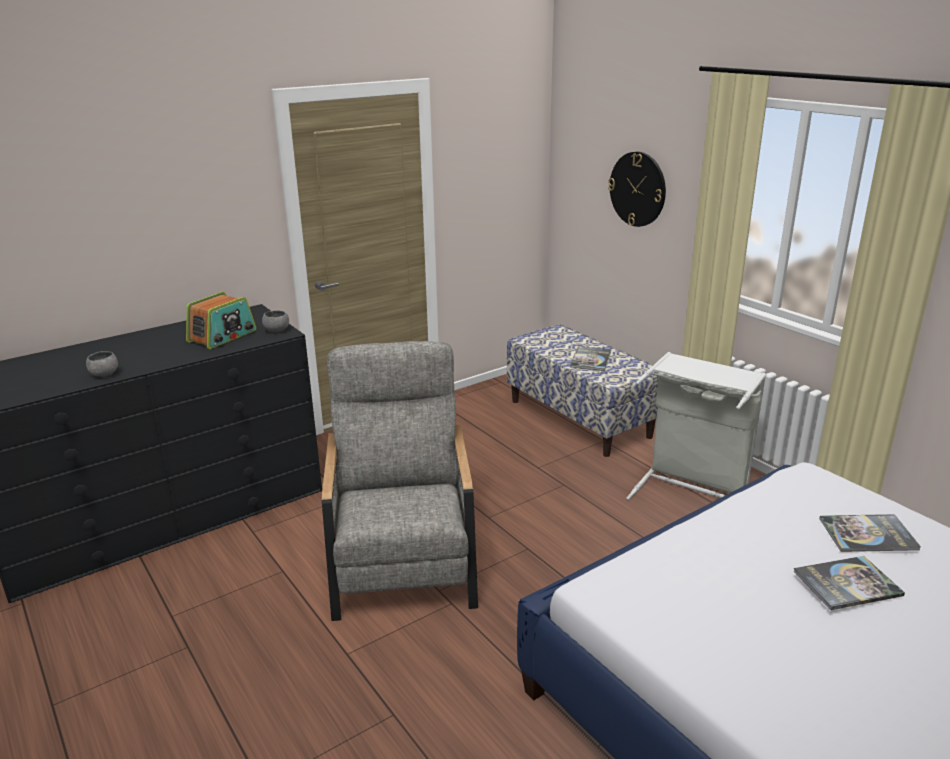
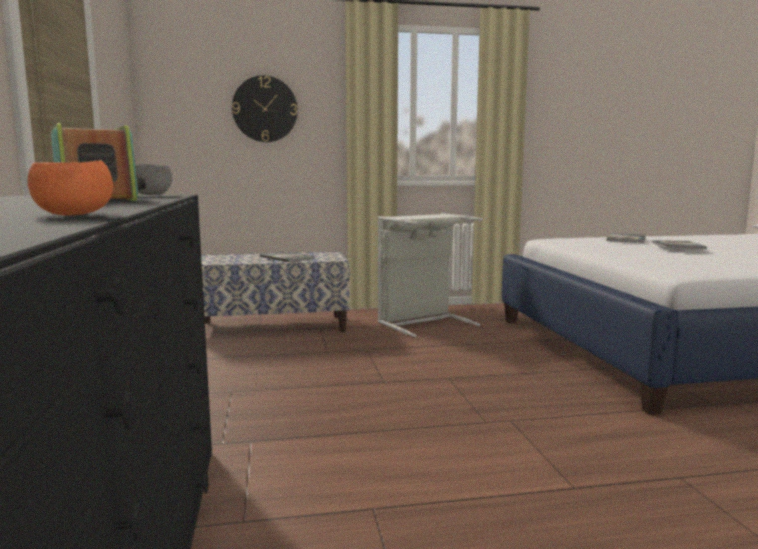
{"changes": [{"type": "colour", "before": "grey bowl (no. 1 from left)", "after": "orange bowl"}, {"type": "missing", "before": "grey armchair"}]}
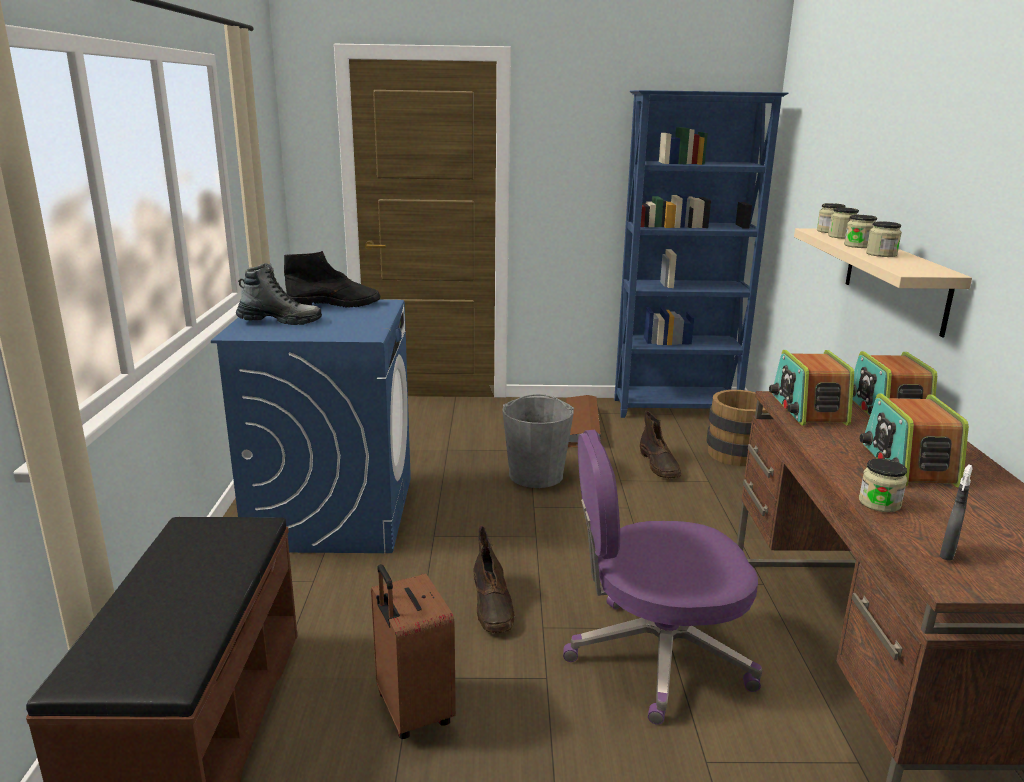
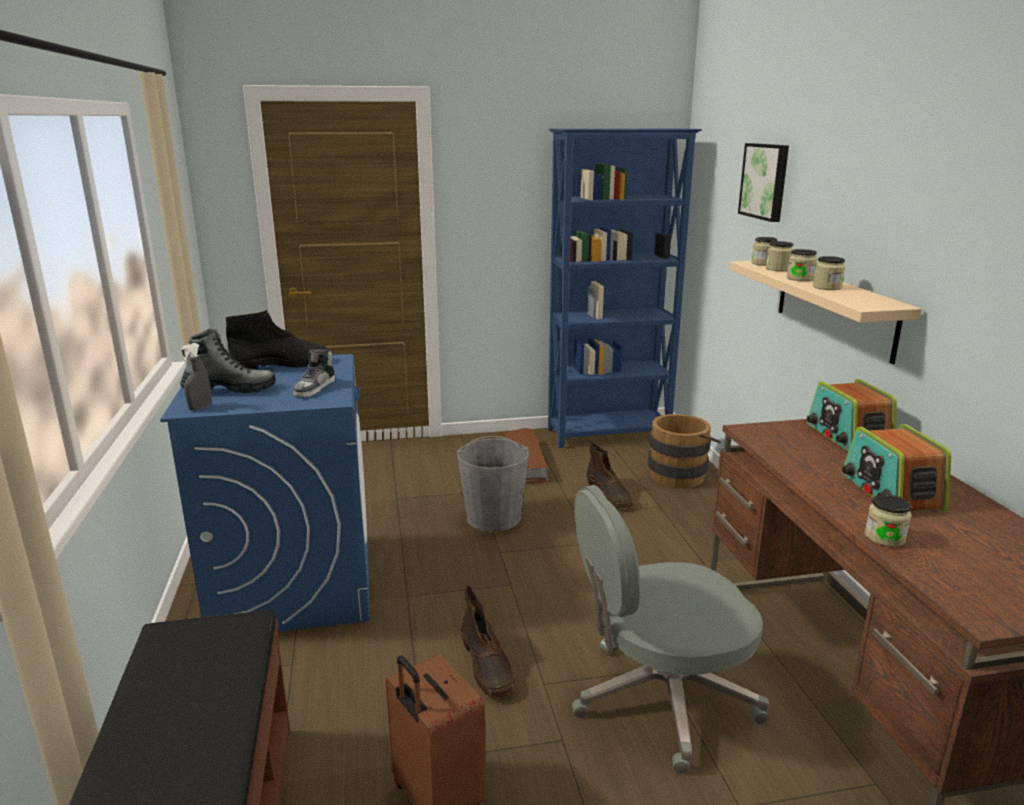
{"changes": [{"type": "colour", "before": "purple office chair", "after": "grey office chair"}, {"type": "missing", "before": "radio (no. 1 from left)"}, {"type": "relocated", "before": "grey spray bottle"}, {"type": "appeared", "after": "shoe"}, {"type": "appeared", "after": "picture"}]}
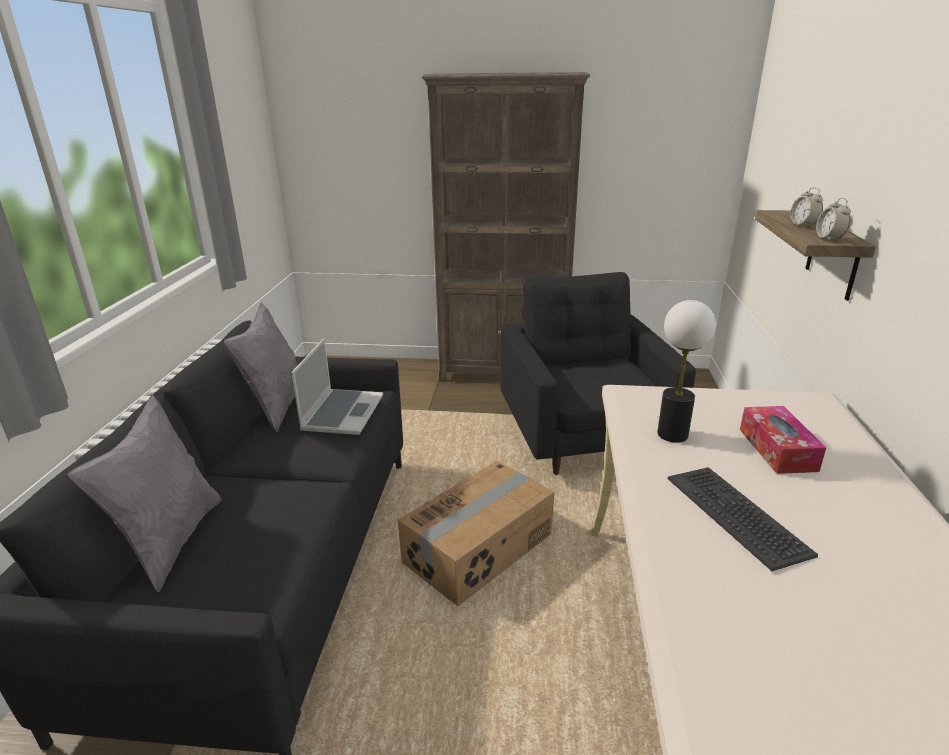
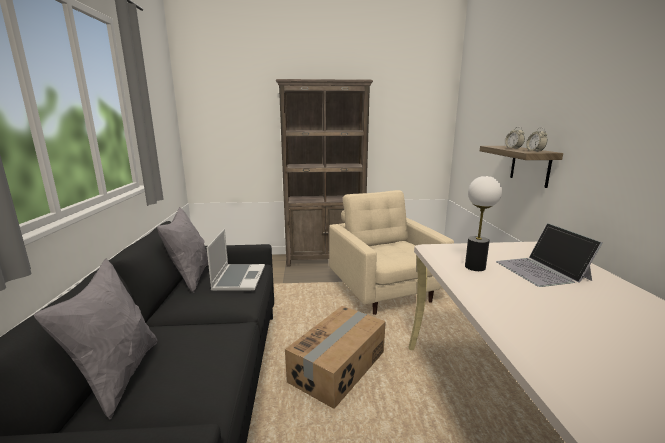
{"changes": [{"type": "colour", "before": "black armchair", "after": "beige armchair"}, {"type": "missing", "before": "keyboard"}, {"type": "exchanged", "before": "tissue box", "after": "laptop (no. 2 from left)"}]}
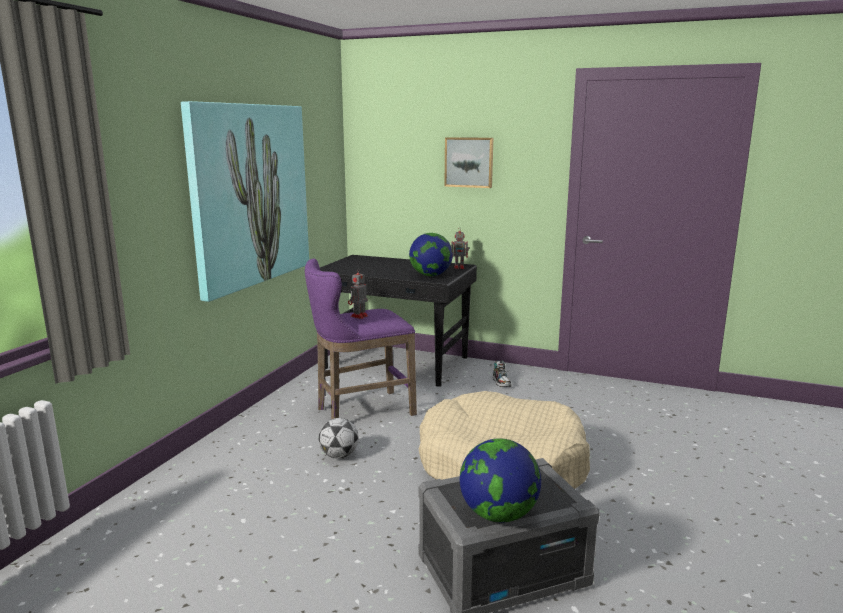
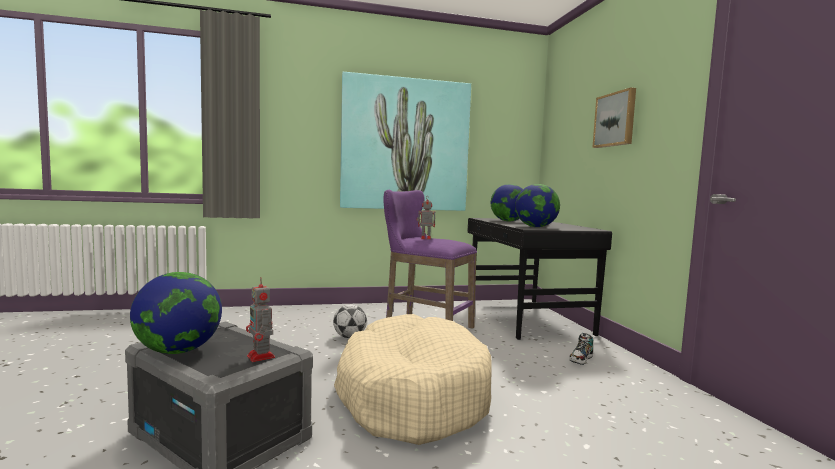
{"changes": [{"type": "relocated", "before": "toy robot (no. 2 from left in the first image)", "after": "toy robot (no. 1 from left)"}, {"type": "appeared", "after": "globe (no. 2 from left)"}]}
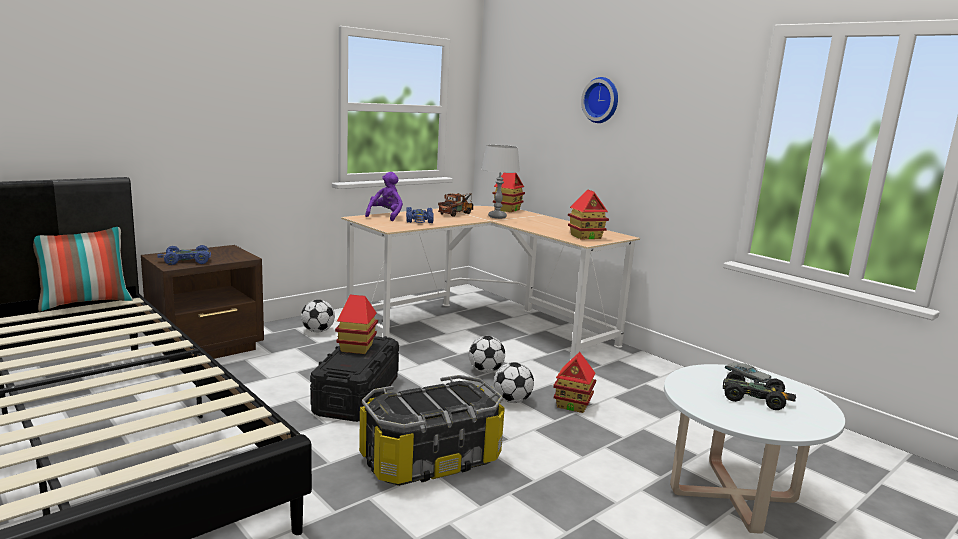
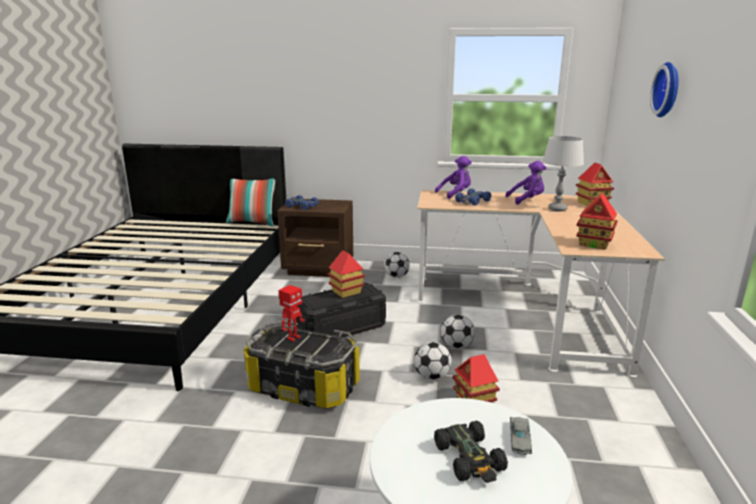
{"changes": [{"type": "exchanged", "before": "toy truck", "after": "purple plush toy (no. 2 from left)"}, {"type": "appeared", "after": "toy robot"}]}
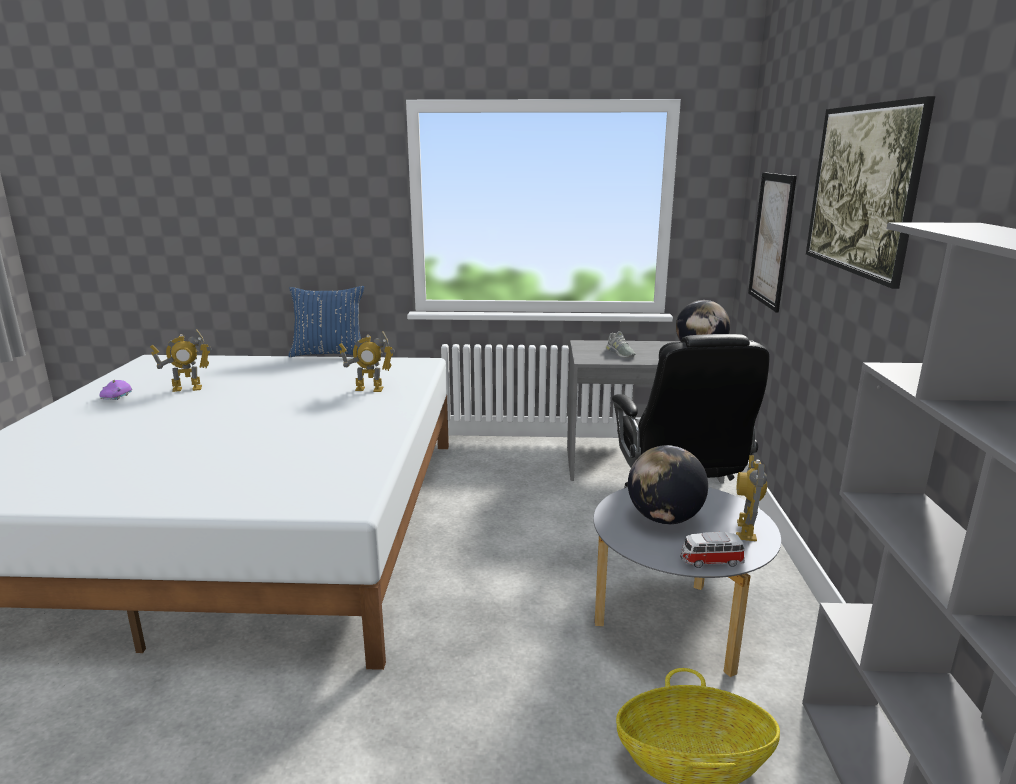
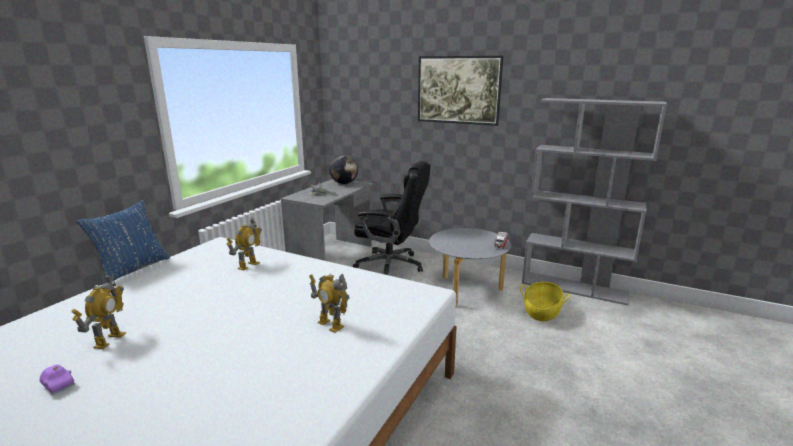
{"changes": [{"type": "missing", "before": "globe (no. 1 from left)"}, {"type": "relocated", "before": "toy robot (no. 3 from left)"}, {"type": "missing", "before": "picture (no. 1 from left)"}]}
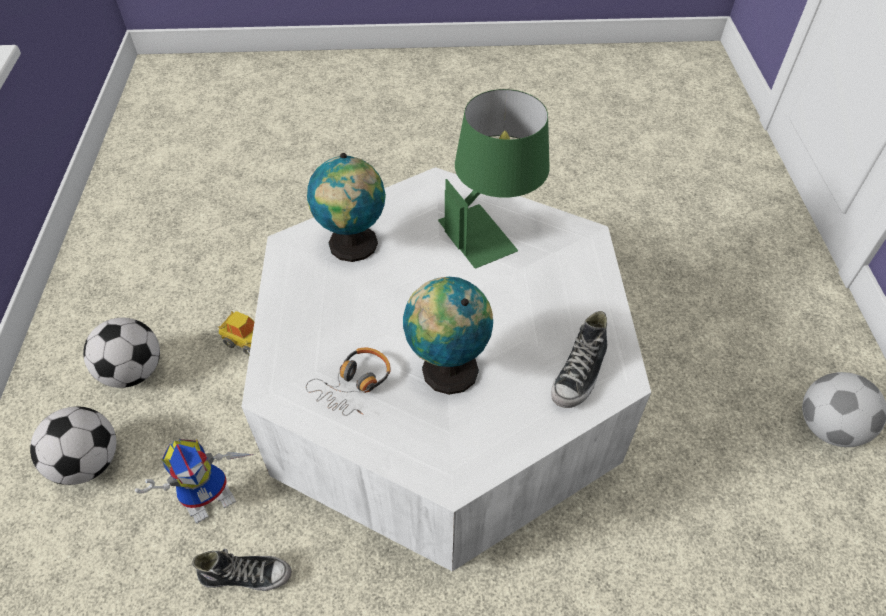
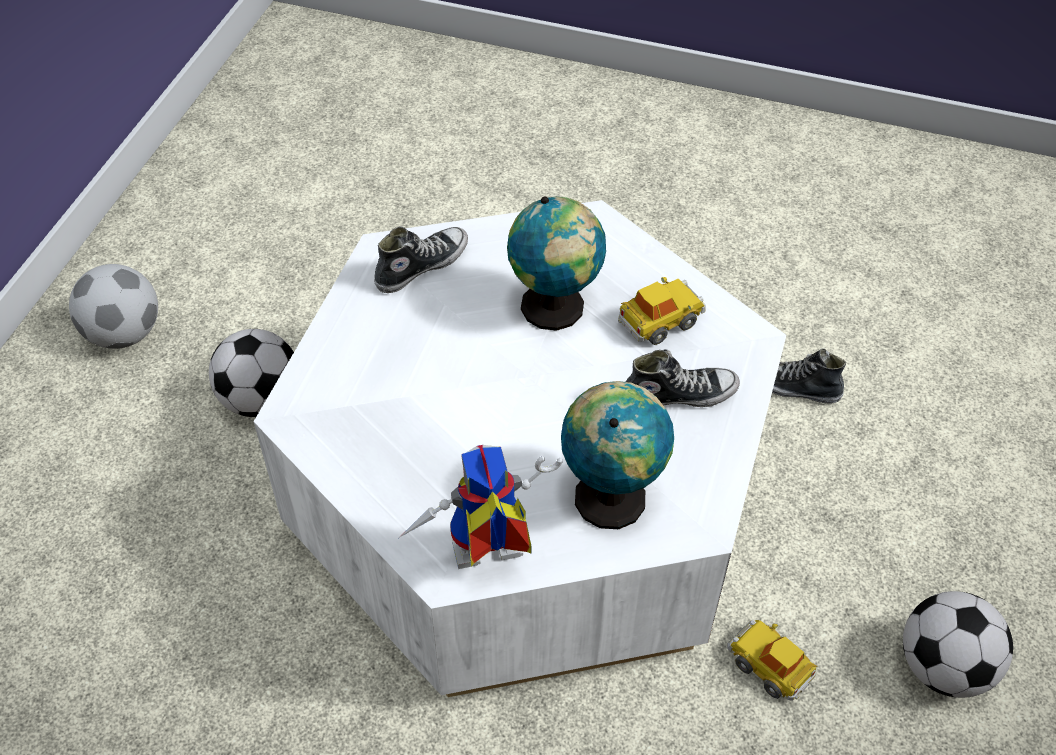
{"changes": [{"type": "relocated", "before": "football (no. 1 from left in the first image)", "after": "football (no. 2 from left)"}, {"type": "relocated", "before": "toy robot"}, {"type": "exchanged", "before": "headphones", "after": "toy car (no. 1 from left)"}, {"type": "missing", "before": "green table lamp"}, {"type": "appeared", "after": "shoe (no. 2 from left)"}]}
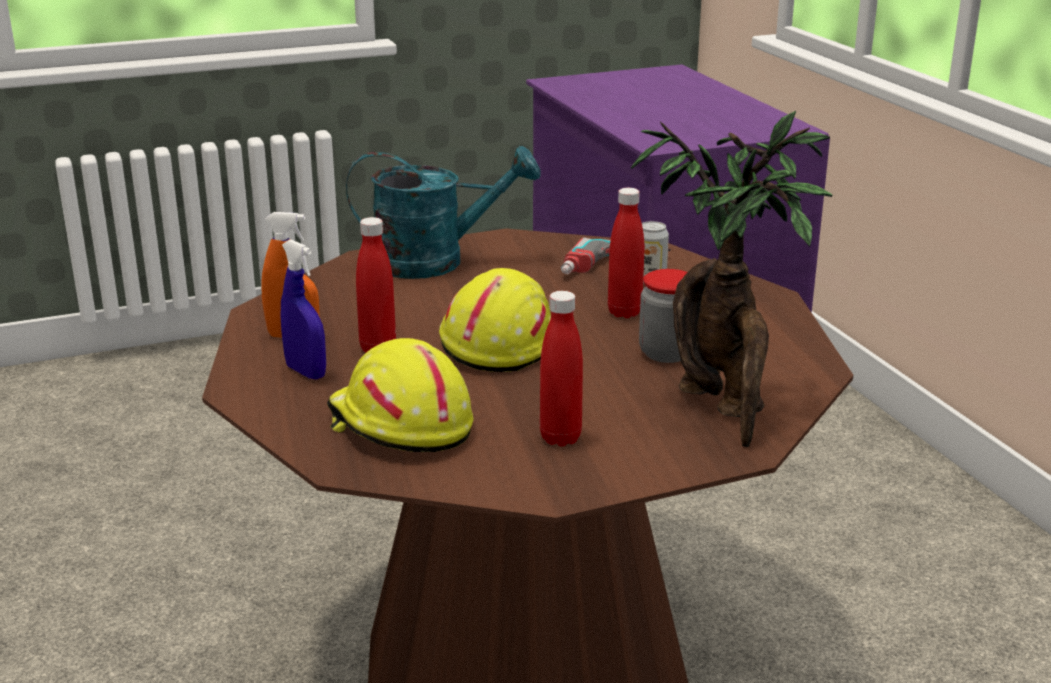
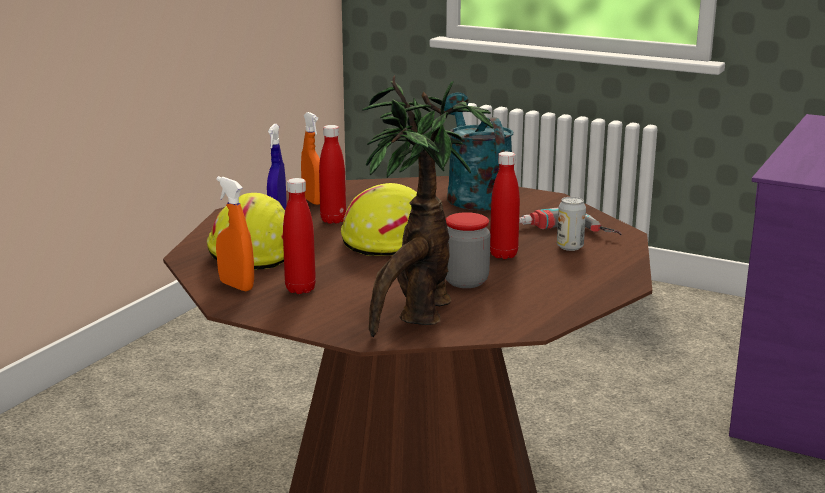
{"changes": [{"type": "spun", "before": "turquoise watering can", "turn": -150}, {"type": "appeared", "after": "orange spray bottle (no. 1 from left)"}]}
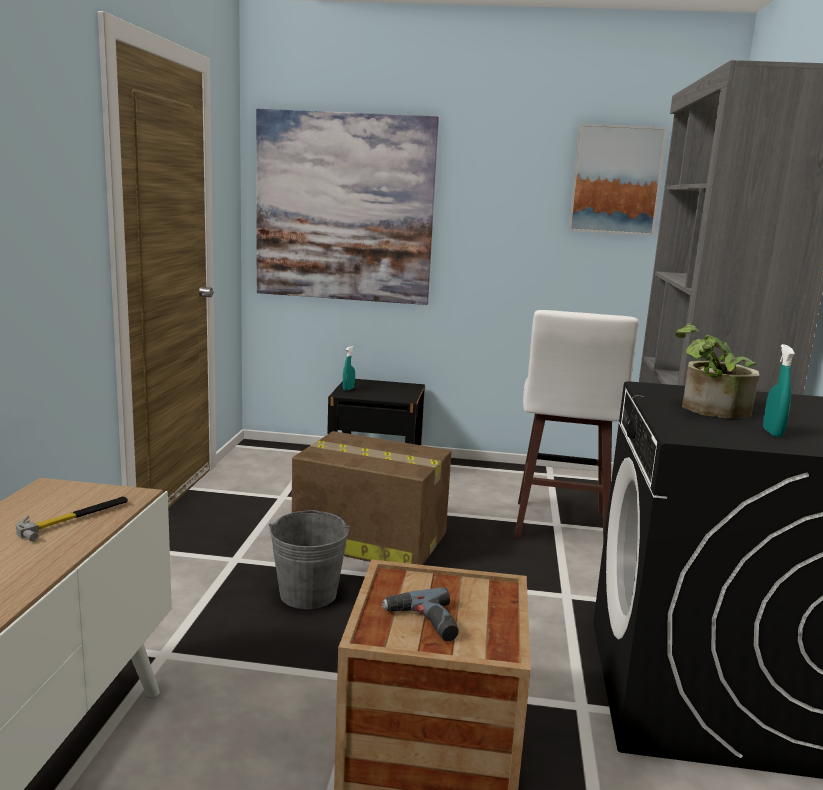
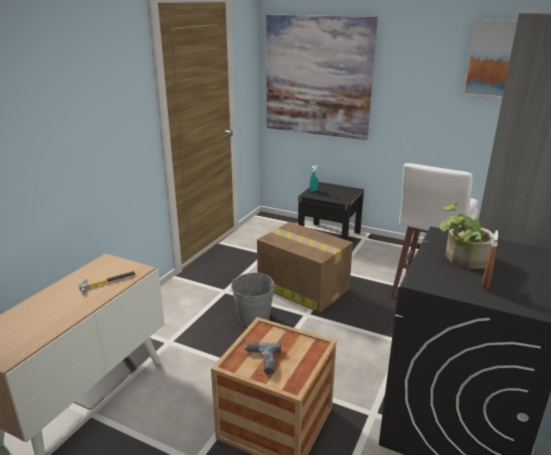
{"changes": [{"type": "colour", "before": "turquoise spray bottle (no. 2 from left)", "after": "brown spray bottle"}]}
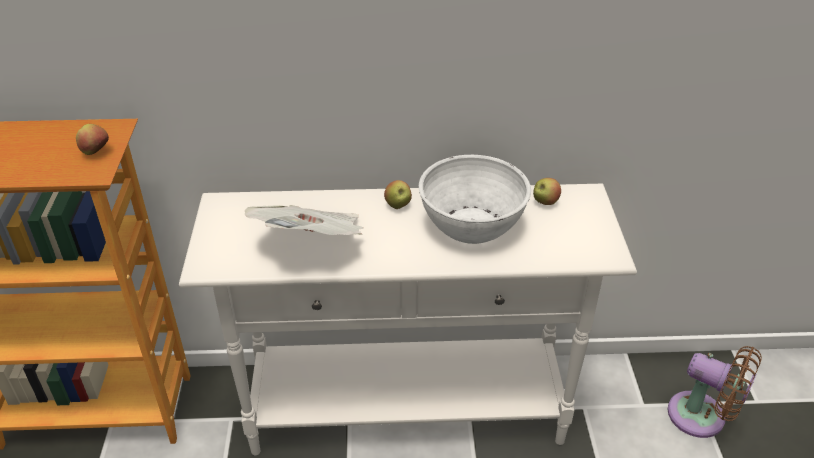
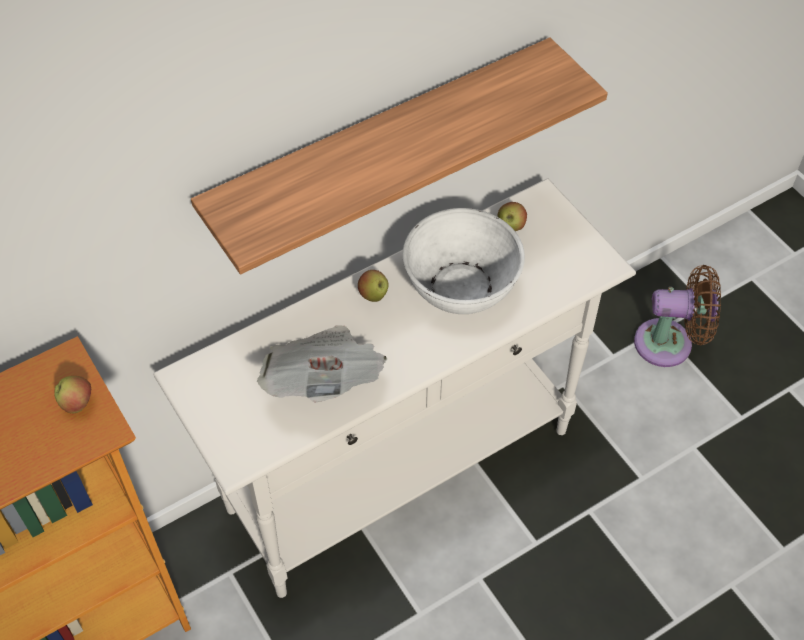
{"changes": [{"type": "appeared", "after": "shelf"}]}
